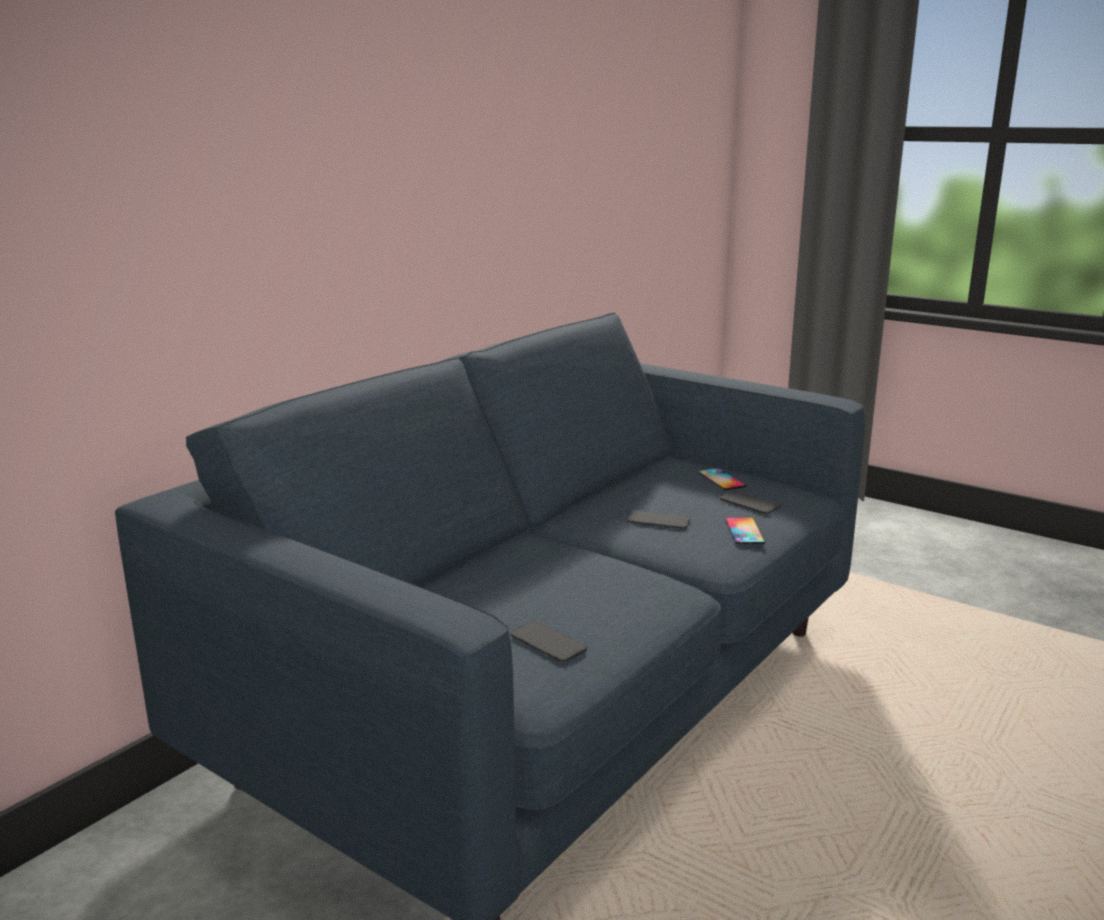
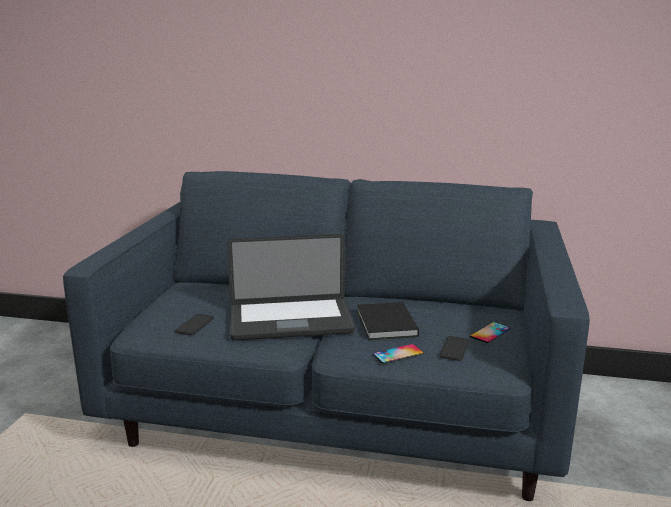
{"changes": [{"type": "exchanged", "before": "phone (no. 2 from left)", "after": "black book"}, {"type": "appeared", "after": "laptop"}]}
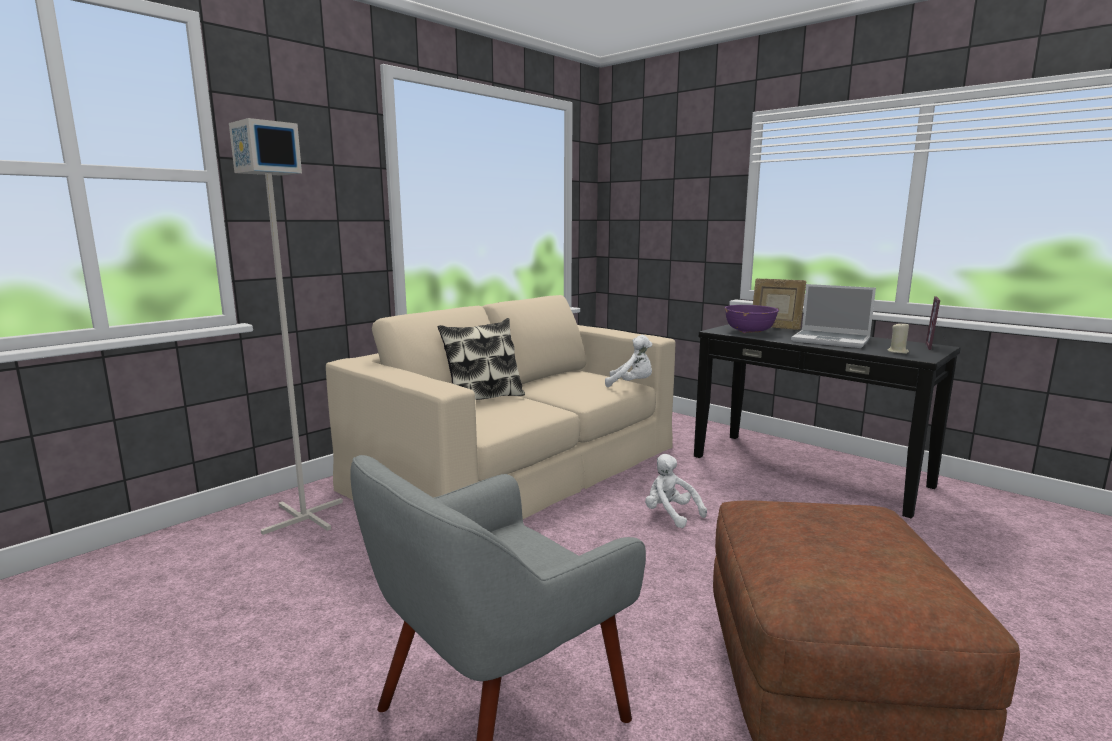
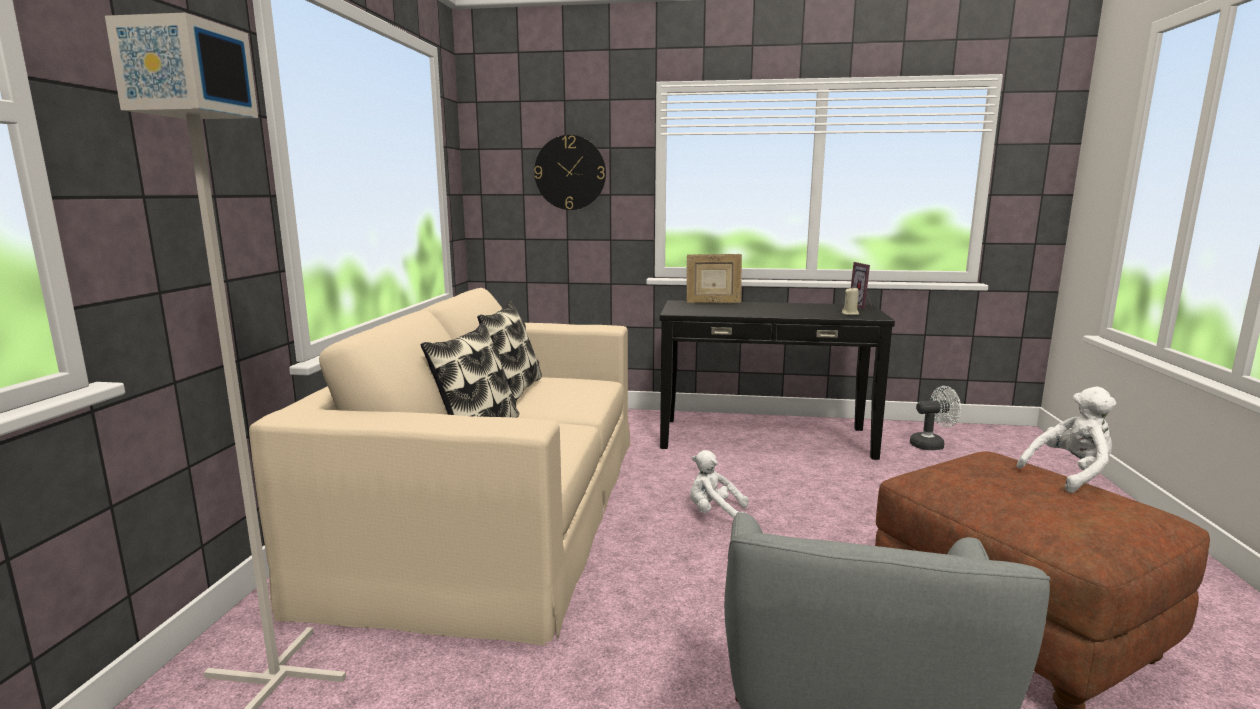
{"changes": [{"type": "relocated", "before": "white plush toy (no. 1 from left in the first image)", "after": "white plush toy (no. 2 from left)"}, {"type": "missing", "before": "purple bowl"}, {"type": "missing", "before": "laptop"}, {"type": "appeared", "after": "pillow (no. 2 from left)"}, {"type": "appeared", "after": "wall clock"}, {"type": "appeared", "after": "white fan"}]}
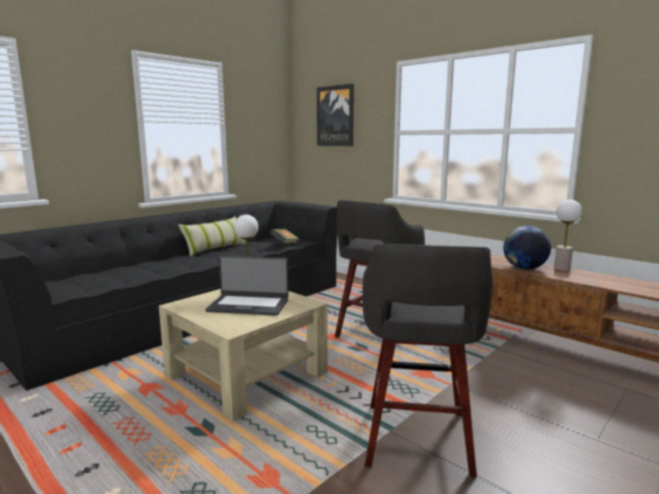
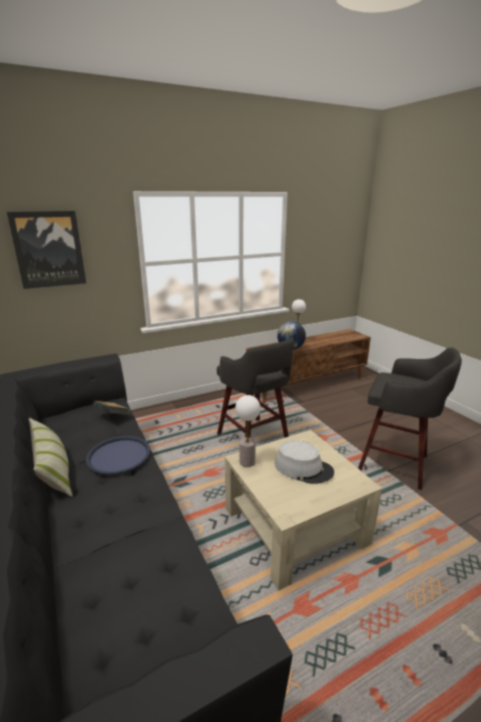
{"changes": [{"type": "exchanged", "before": "laptop", "after": "grey hat"}, {"type": "appeared", "after": "blue tray"}]}
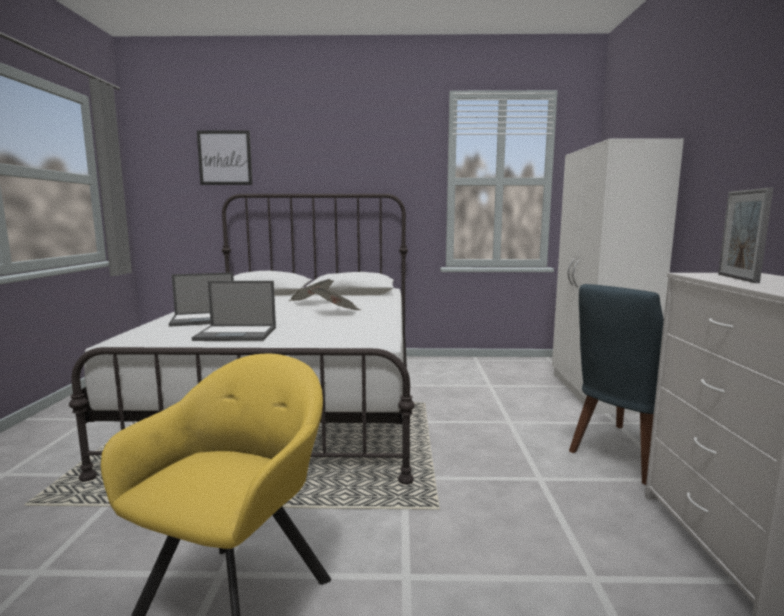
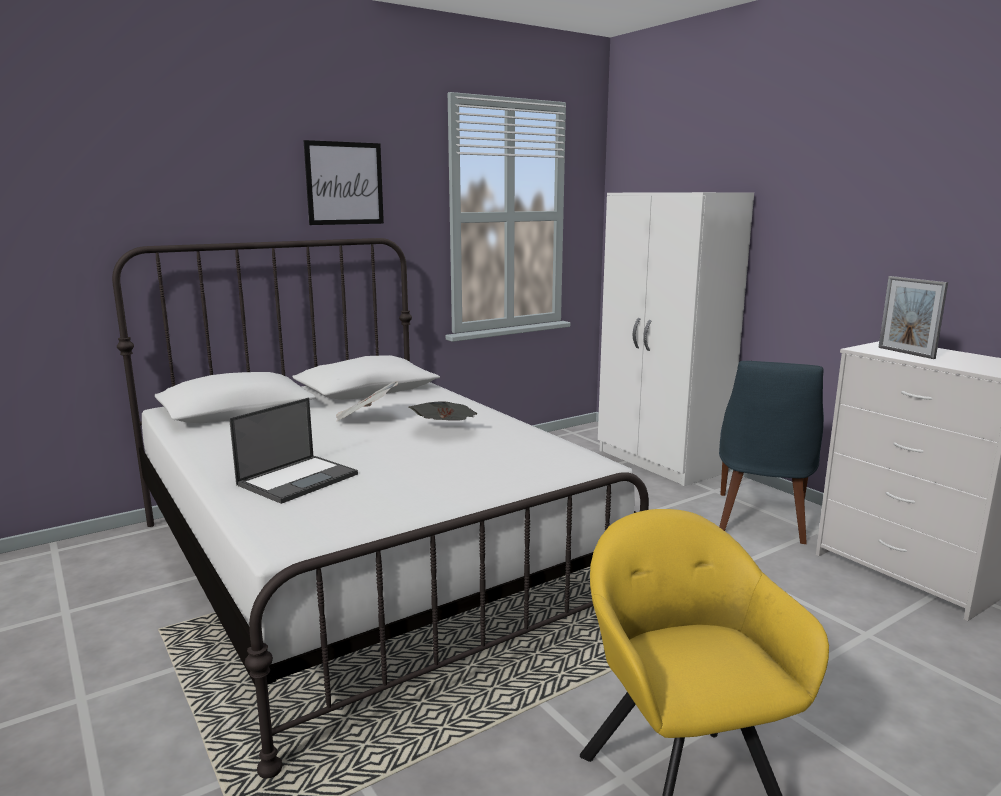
{"changes": [{"type": "missing", "before": "laptop (no. 2 from left)"}, {"type": "relocated", "before": "picture"}]}
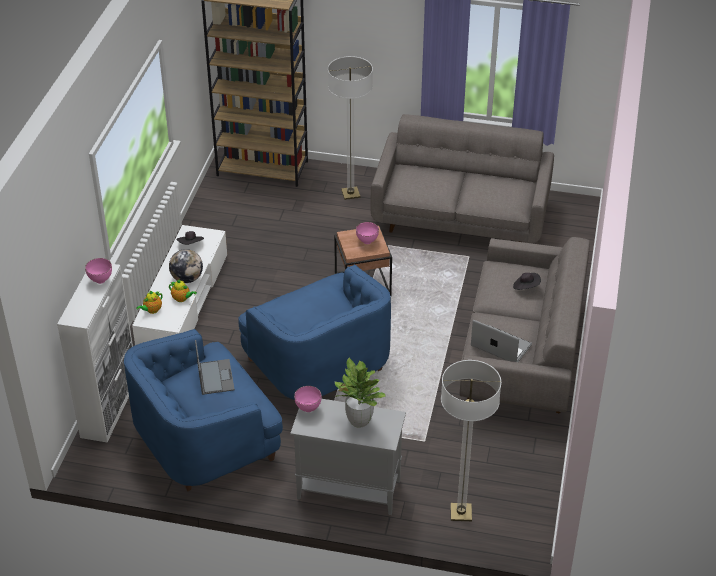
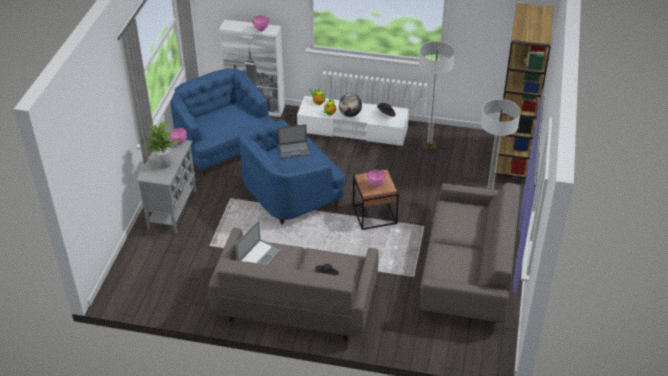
{"changes": [{"type": "relocated", "before": "laptop (no. 1 from left in the first image)", "after": "laptop (no. 2 from left)"}, {"type": "relocated", "before": "floor lamp (no. 2 from left in the first image)", "after": "floor lamp (no. 1 from left)"}]}
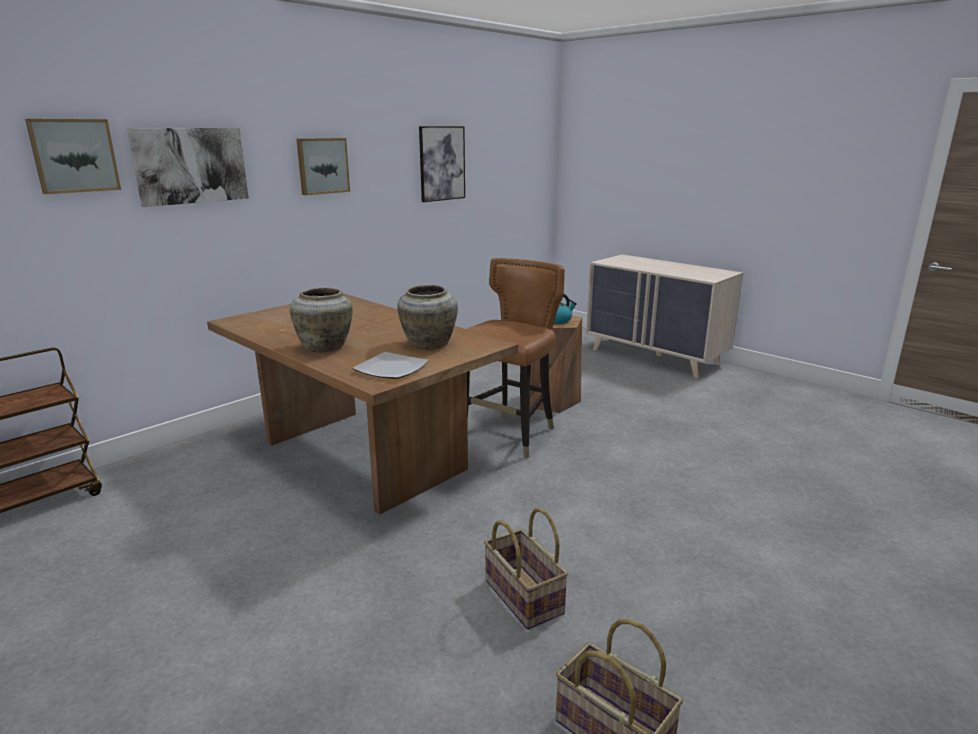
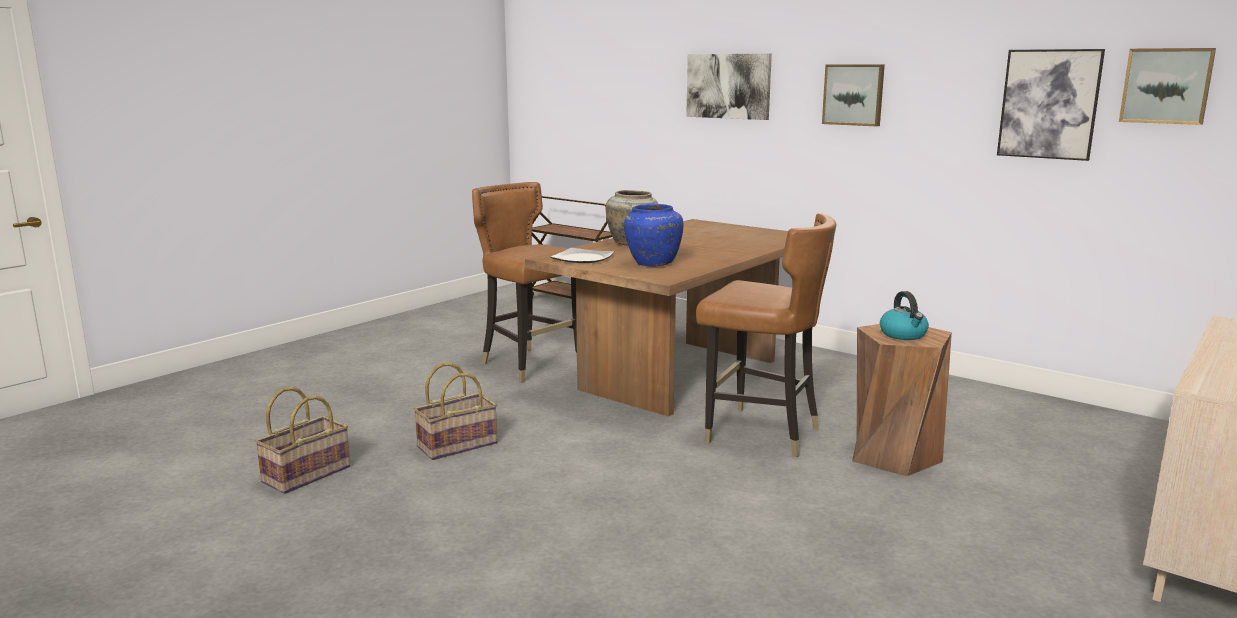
{"changes": [{"type": "relocated", "before": "picture (no. 1 from left in the first image)", "after": "picture (no. 4 from left)"}, {"type": "colour", "before": "beige vase (no. 2 from left)", "after": "blue vase"}, {"type": "appeared", "after": "brown chair (no. 1 from left)"}]}
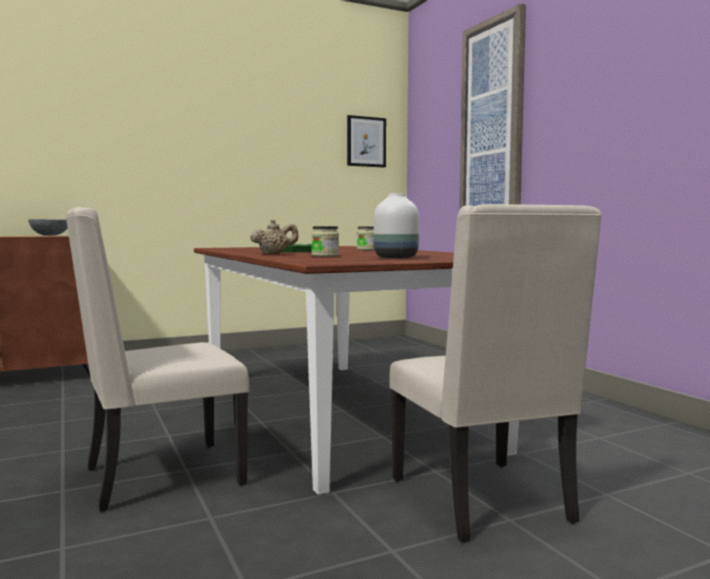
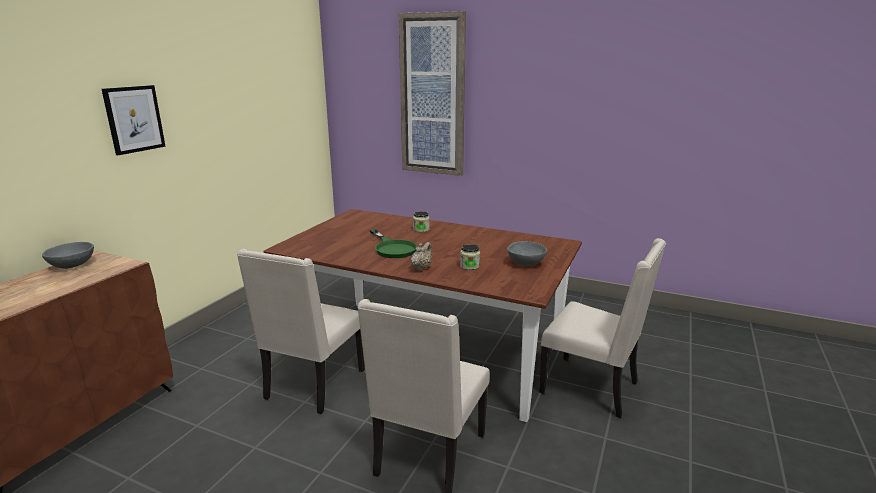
{"changes": [{"type": "relocated", "before": "picture (no. 1 from left)"}, {"type": "exchanged", "before": "white vase", "after": "grey bowl (no. 2 from left)"}, {"type": "appeared", "after": "beige chair (no. 1 from left)"}]}
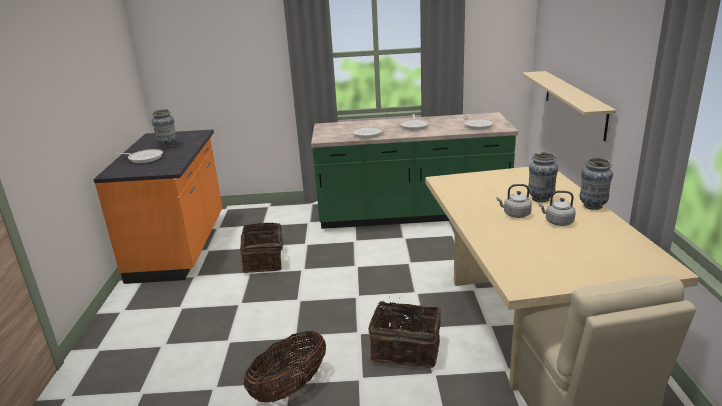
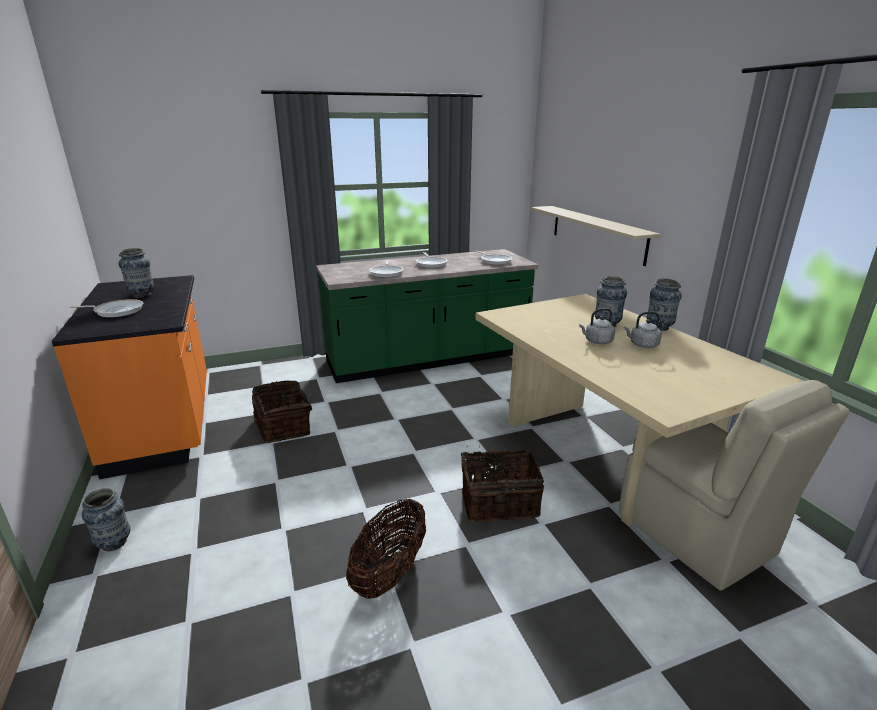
{"changes": [{"type": "appeared", "after": "vase (no. 1 from left)"}]}
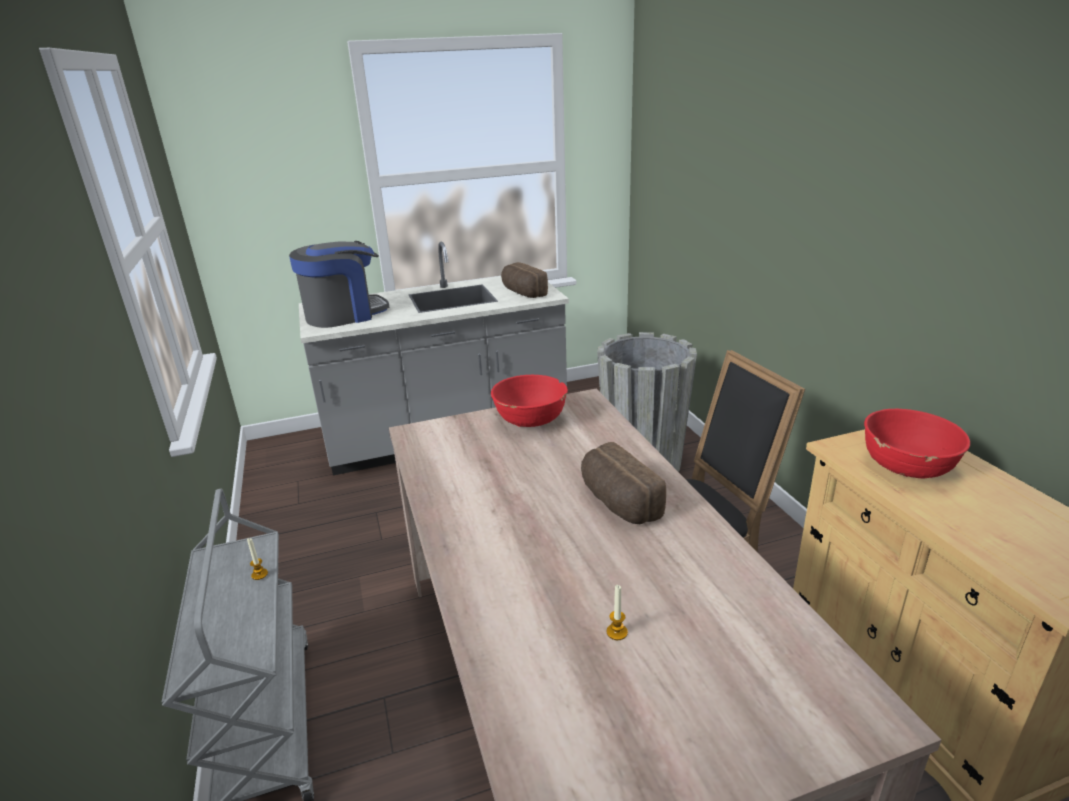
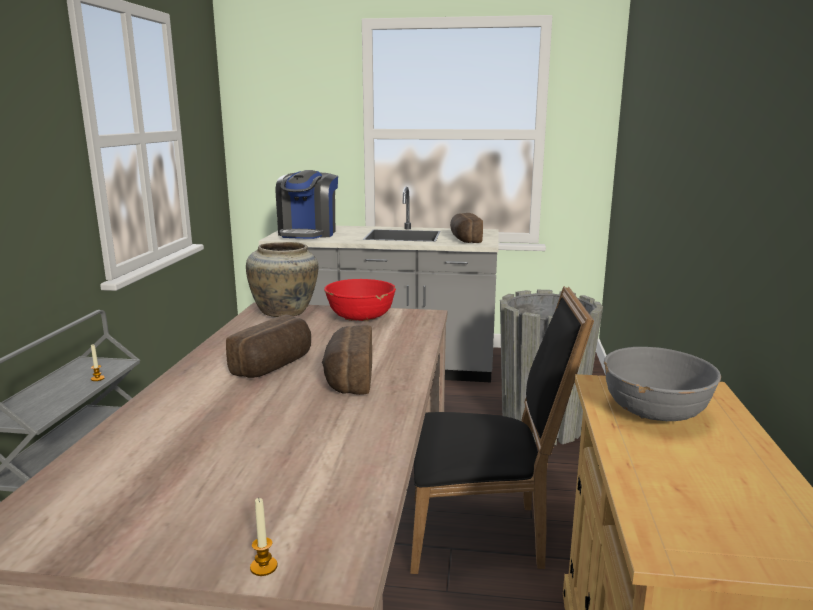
{"changes": [{"type": "spun", "before": "coffee machine", "turn": 105}, {"type": "relocated", "before": "candle (no. 2 from left)"}, {"type": "colour", "before": "red bowl (no. 2 from left)", "after": "grey bowl"}, {"type": "appeared", "after": "bread (no. 1 from left)"}, {"type": "appeared", "after": "beige vase"}]}
